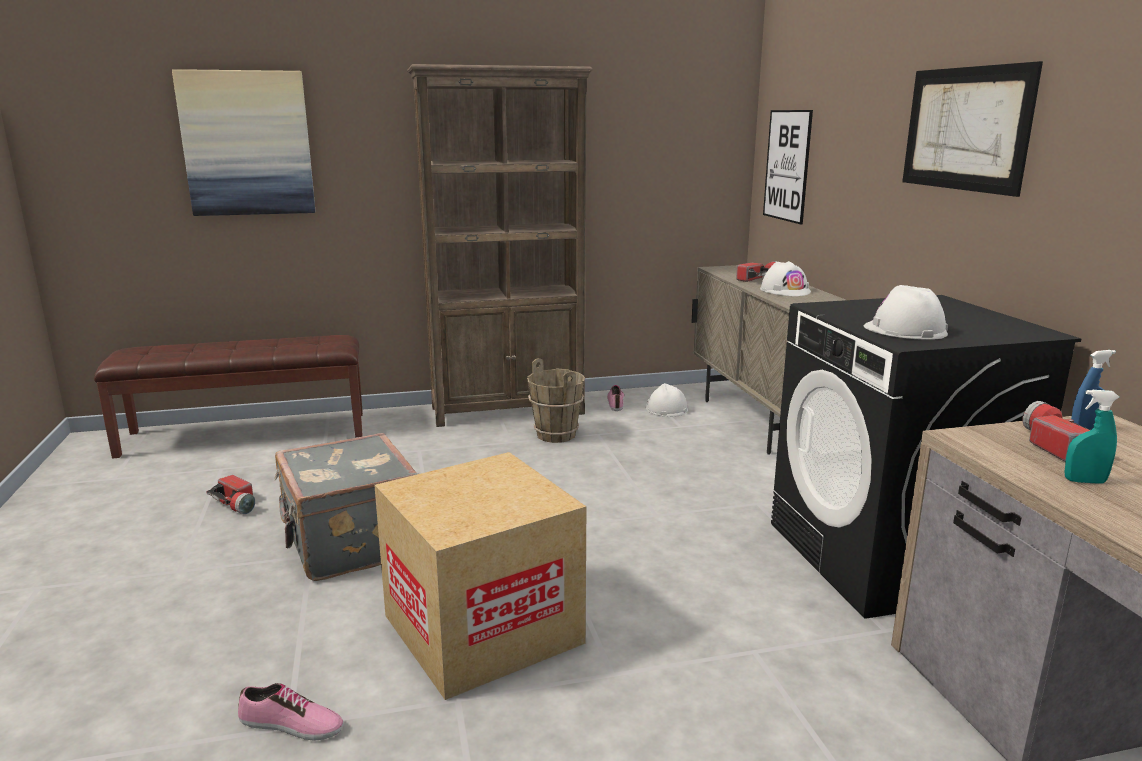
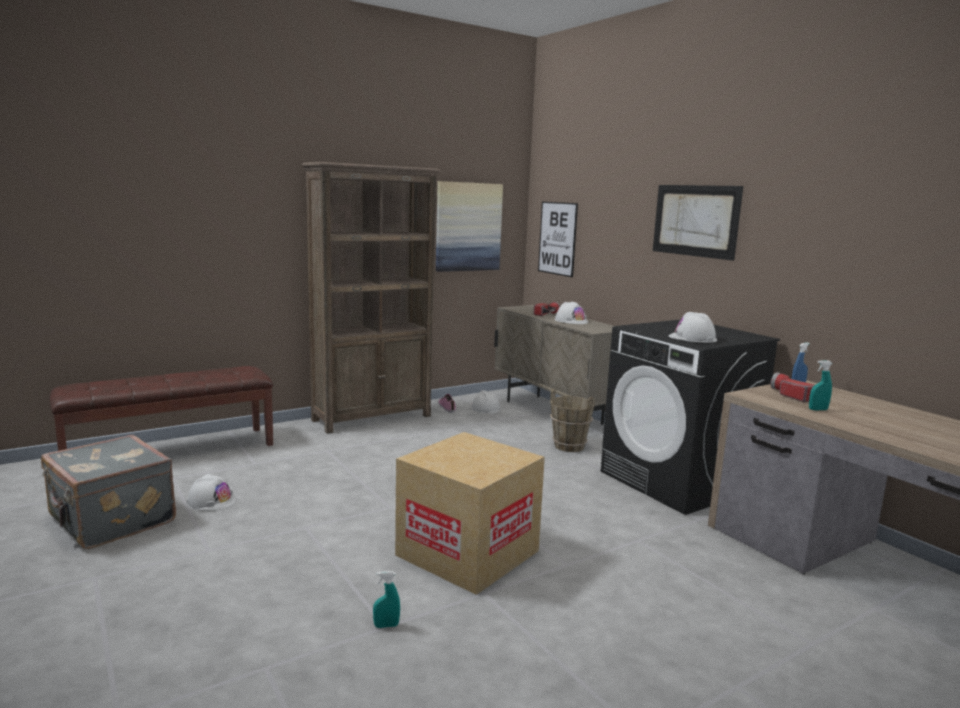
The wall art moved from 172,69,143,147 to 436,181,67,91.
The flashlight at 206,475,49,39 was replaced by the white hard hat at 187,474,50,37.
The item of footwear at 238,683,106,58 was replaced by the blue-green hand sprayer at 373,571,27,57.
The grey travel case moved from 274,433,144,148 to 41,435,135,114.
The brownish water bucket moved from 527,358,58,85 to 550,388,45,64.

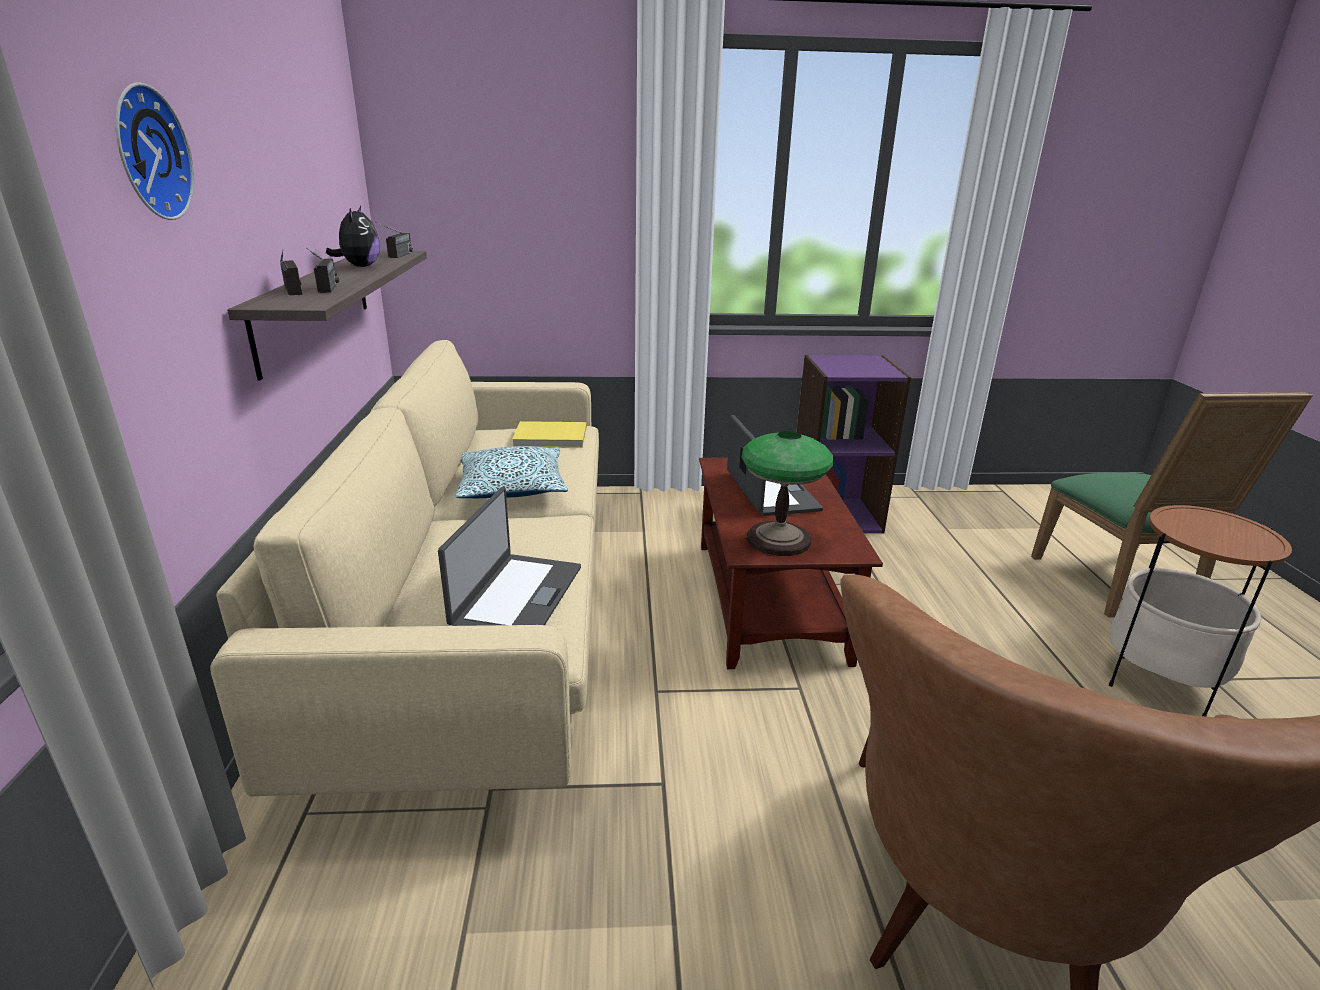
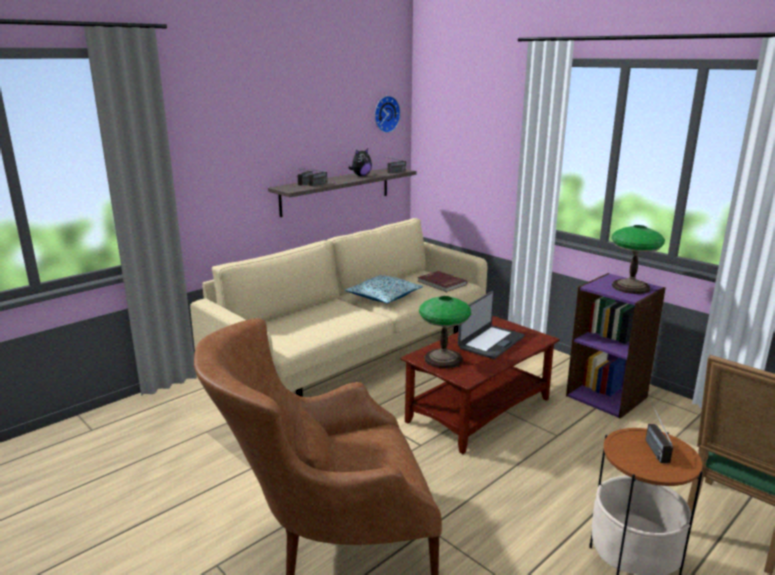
The clock on the wall moved from 115,82,79,138 to 375,96,26,37.
The laptop at 438,487,143,139 disappeared.
The yellow volume at 512,421,75,27 became the red volume at 418,271,49,21.
The lamp for a table at 612,225,53,69 appeared.
The radio receiver at 646,400,27,63 appeared.

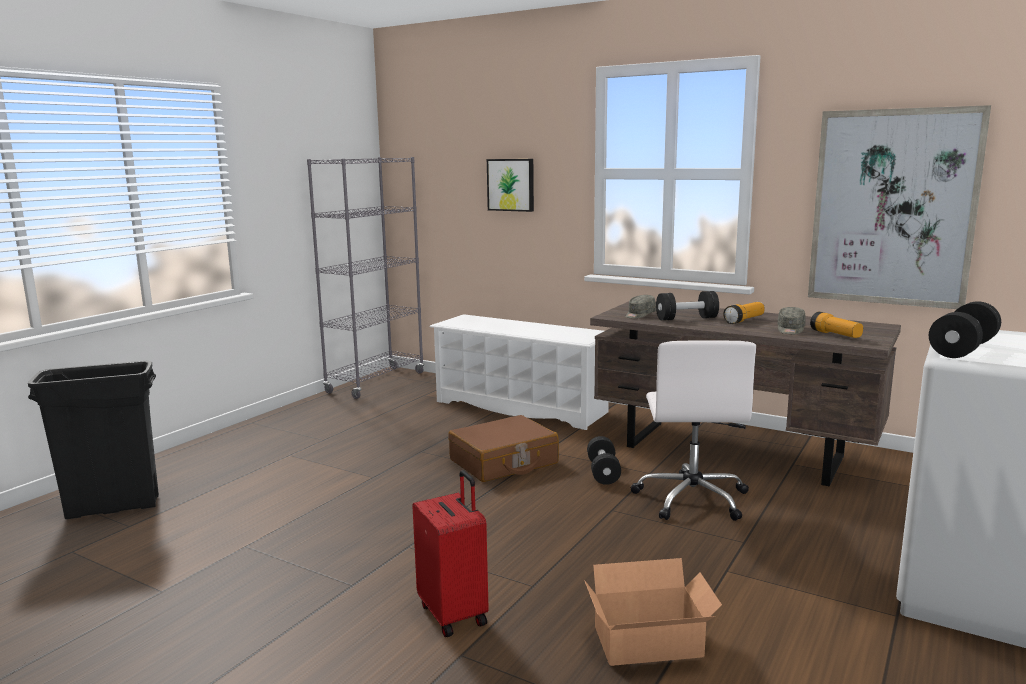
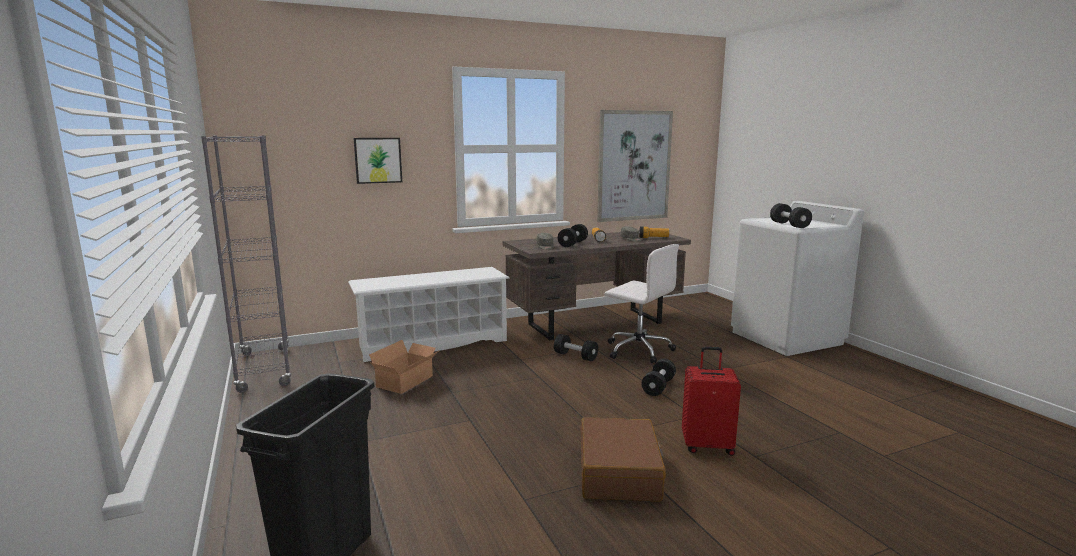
The brownish travel case moved from 448,415,111,67 to 580,417,86,85.
The carton moved from 584,558,138,108 to 369,340,71,54.
The blackish free weight at 641,359,35,37 appeared.

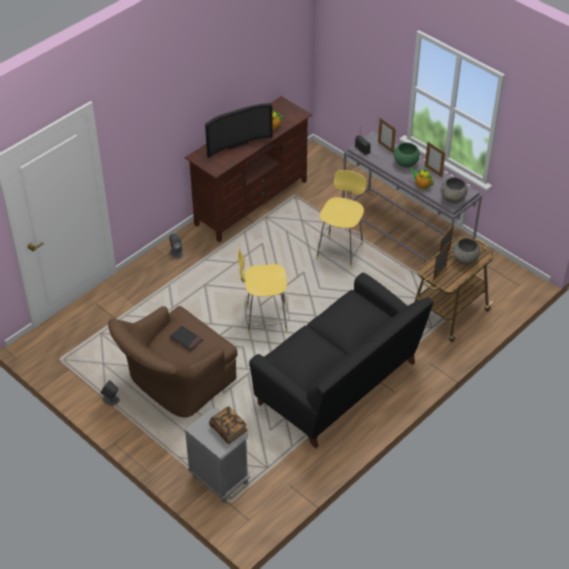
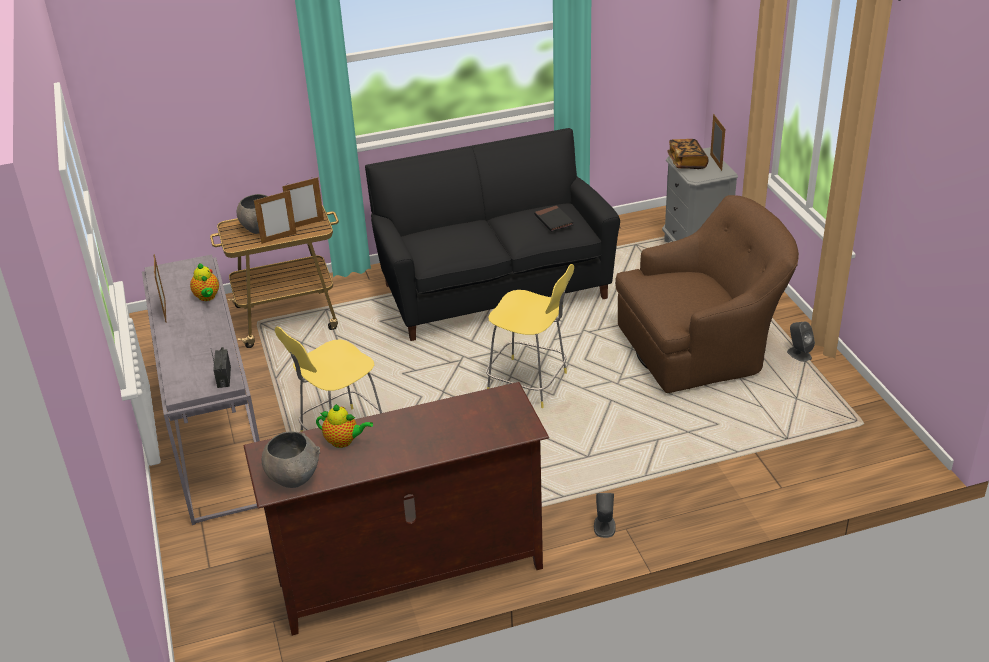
The blackish volume moved from 170,326,33,25 to 534,205,40,27.
The TV set at 205,103,68,55 disappeared.
The standing frame moved from 378,118,18,36 to 710,114,15,57.
The greenish bowl at 393,143,27,24 disappeared.
The grey bowl moved from 441,178,27,25 to 262,432,58,56.

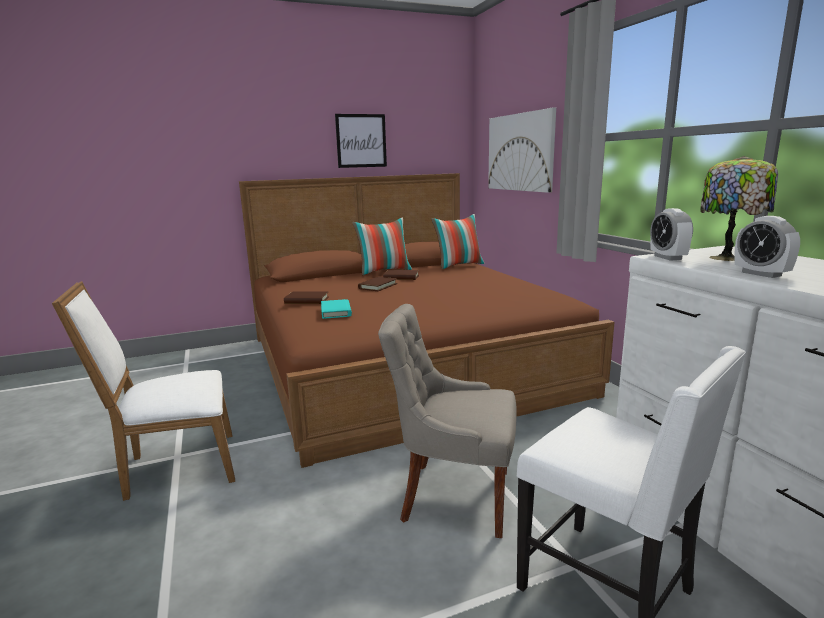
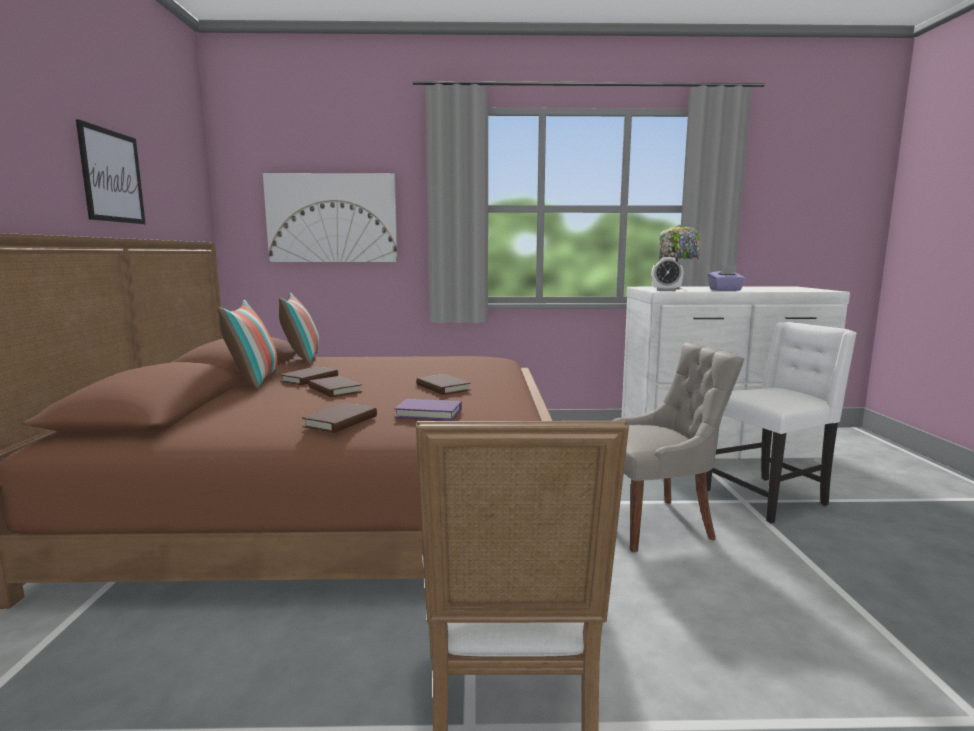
The blue-green volume at 321,299,31,20 became the purplish volume at 394,399,68,22.
The grey plain chair at 378,304,139,234 turned 135 degrees counterclockwise.
The table clock at 734,216,66,62 was replaced by the purplish tissue box at 708,266,38,25.
The brownish volume at 416,374,55,21 appeared.

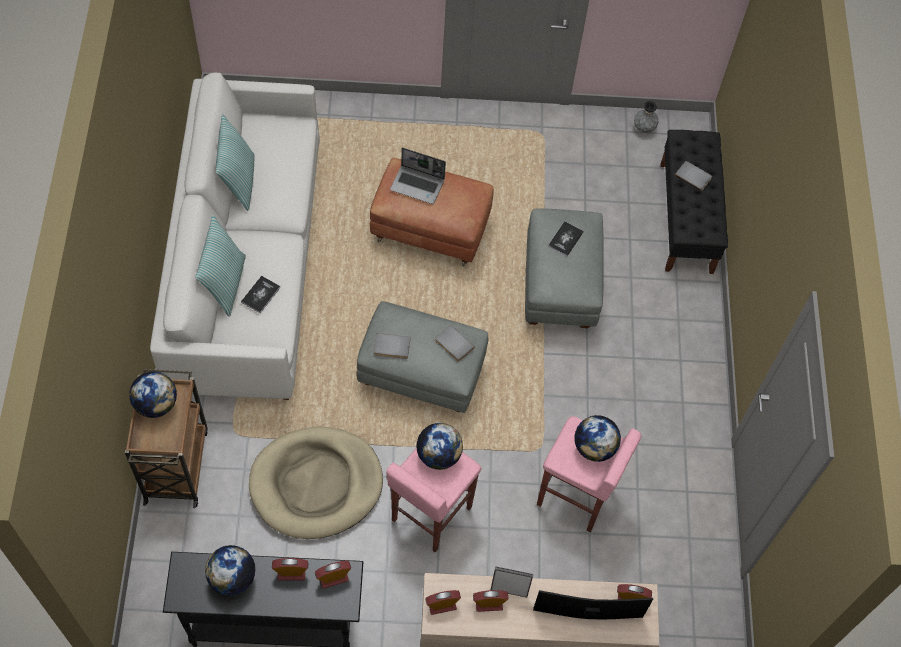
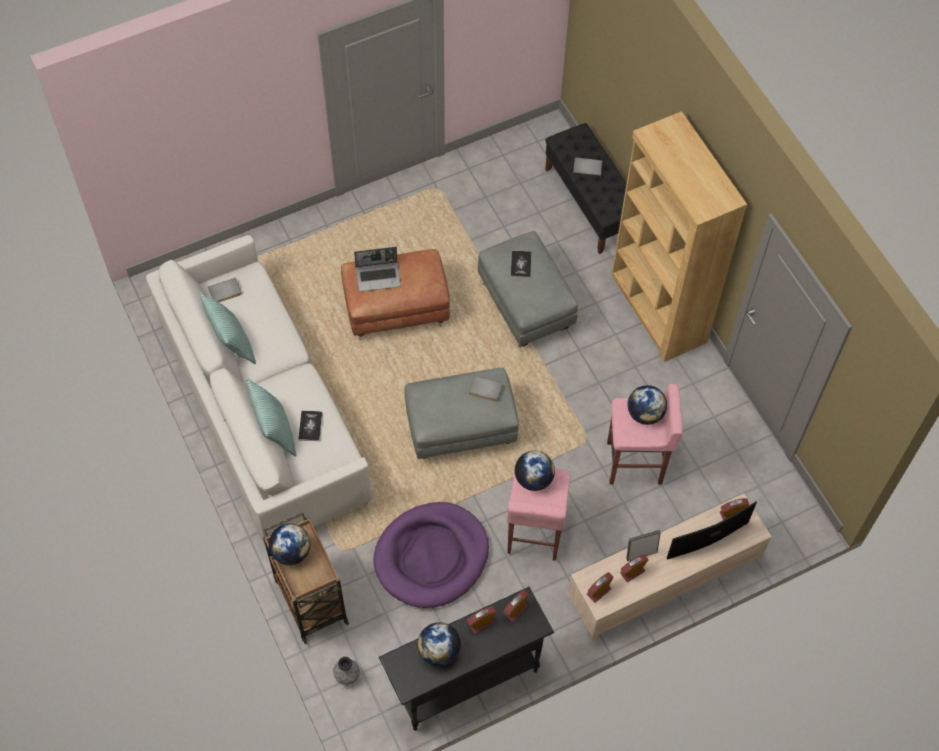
The beige-coloured pet bed at 249,427,134,112 became the purplish pet bed at 373,502,116,106.
The grey volume moved from 374,333,37,26 to 208,278,34,24.
The grey flower vase moved from 634,101,25,32 to 333,657,27,28.
The brownish bookshelf at 611,111,136,251 appeared.

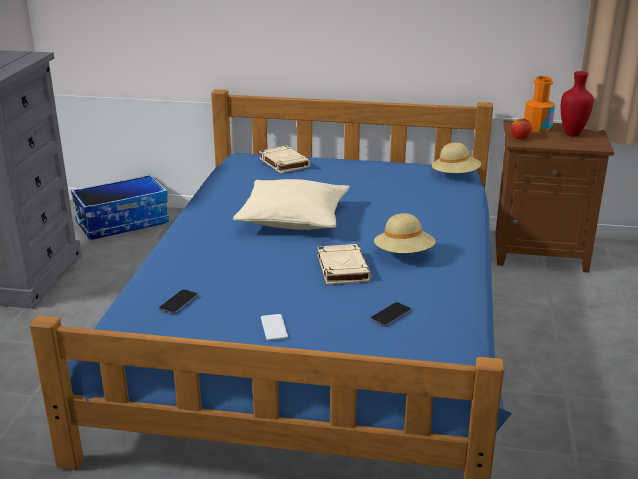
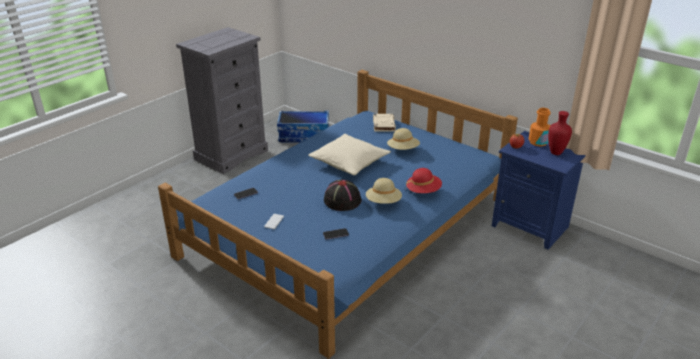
The beige-coloured volume at 318,244,53,41 was replaced by the blackish wearable hat at 324,179,38,32.
The beige-coloured wearable hat moved from 432,142,49,31 to 387,128,33,22.
The brownish bedside table at 495,120,119,153 became the blue-coloured bedside table at 492,131,93,119.
The red wearable hat at 406,168,36,25 appeared.

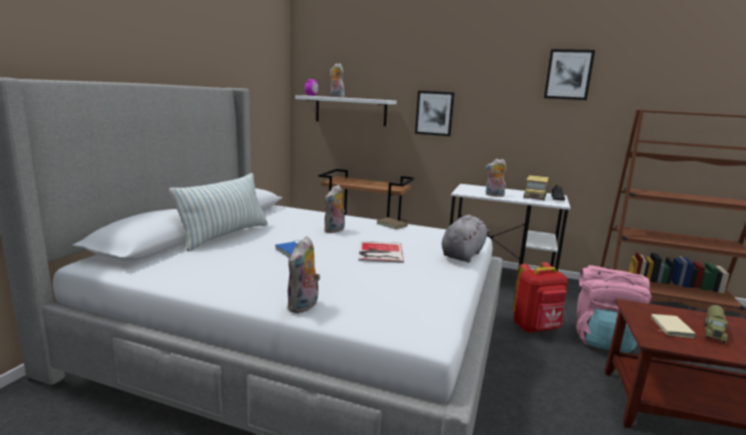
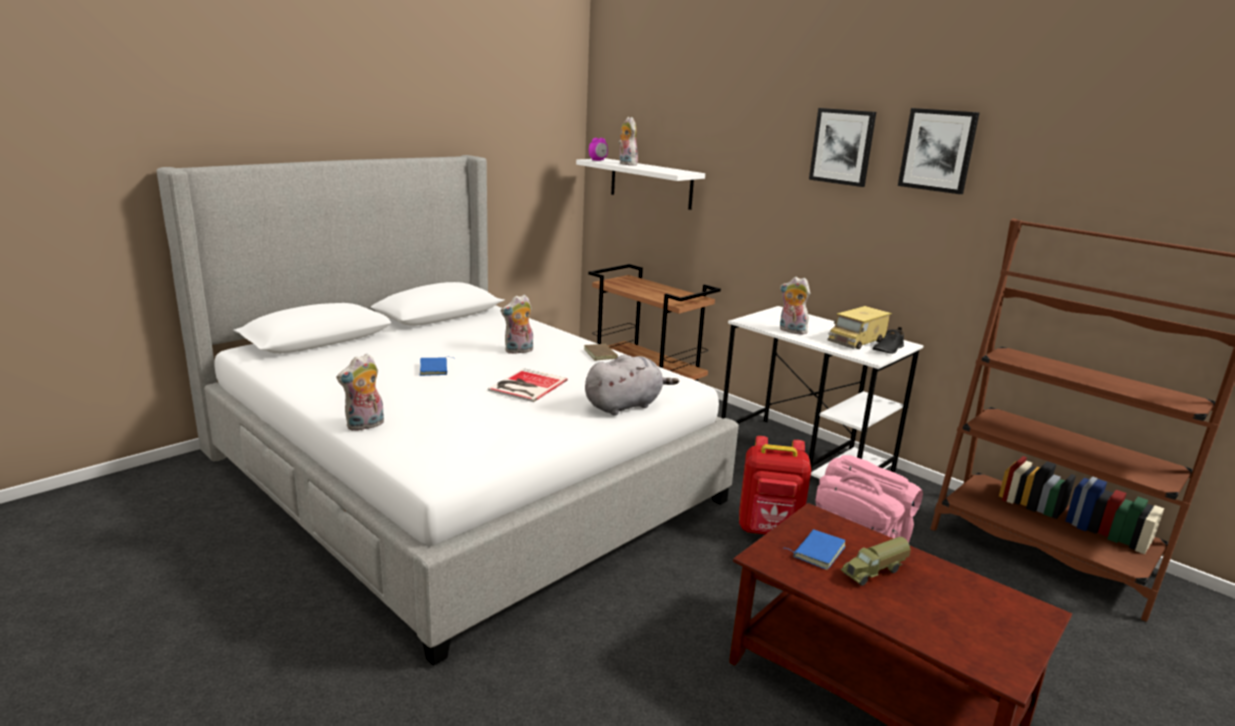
The cushion at 169,173,99,79 disappeared.
The wall art moved from 415,91,40,45 to 809,108,67,79.
The beige-coloured volume at 651,314,45,24 became the blue-coloured volume at 786,530,59,40.

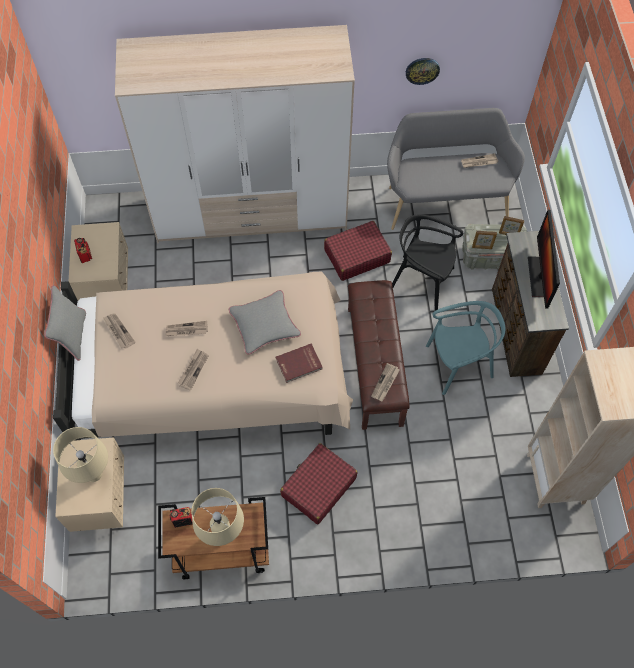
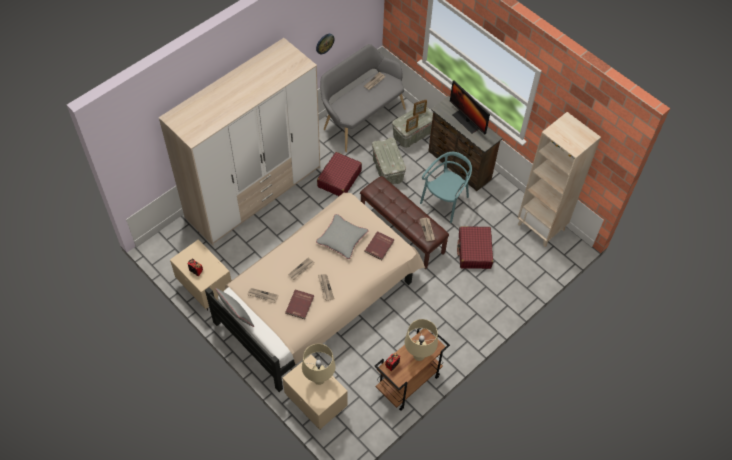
The red travel case moved from 280,443,77,82 to 457,226,36,43.
The blackish plain chair at 392,214,71,96 was replaced by the grey storage box at 372,138,34,46.
The red volume at 285,289,29,30 appeared.

